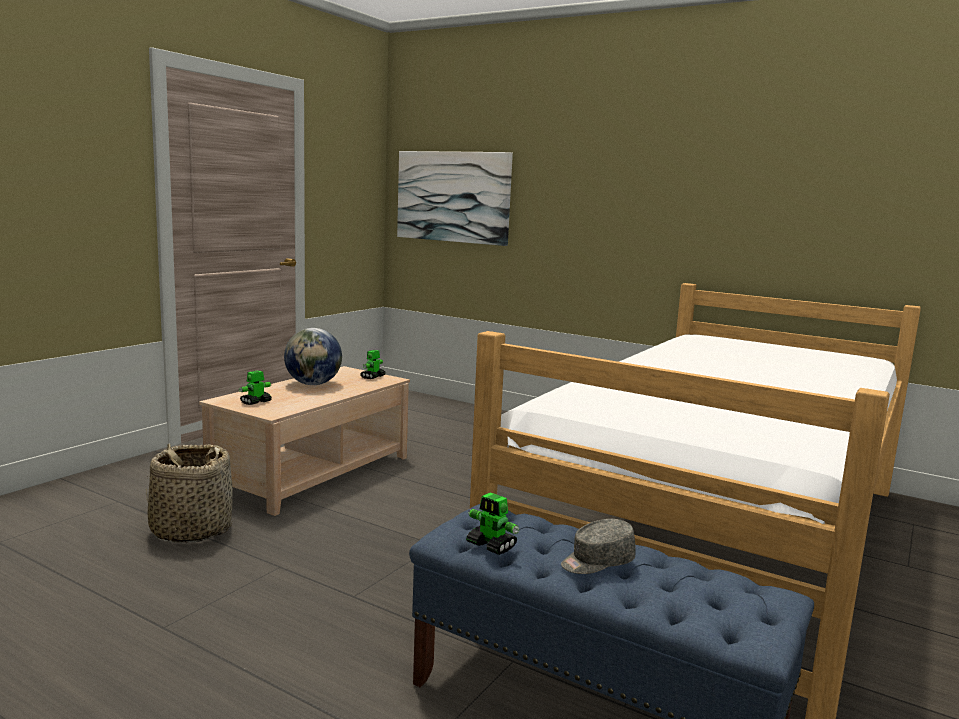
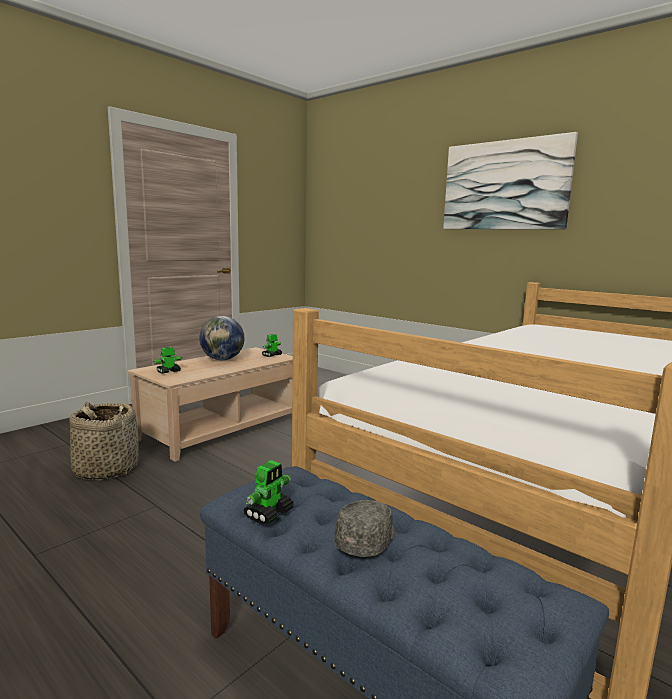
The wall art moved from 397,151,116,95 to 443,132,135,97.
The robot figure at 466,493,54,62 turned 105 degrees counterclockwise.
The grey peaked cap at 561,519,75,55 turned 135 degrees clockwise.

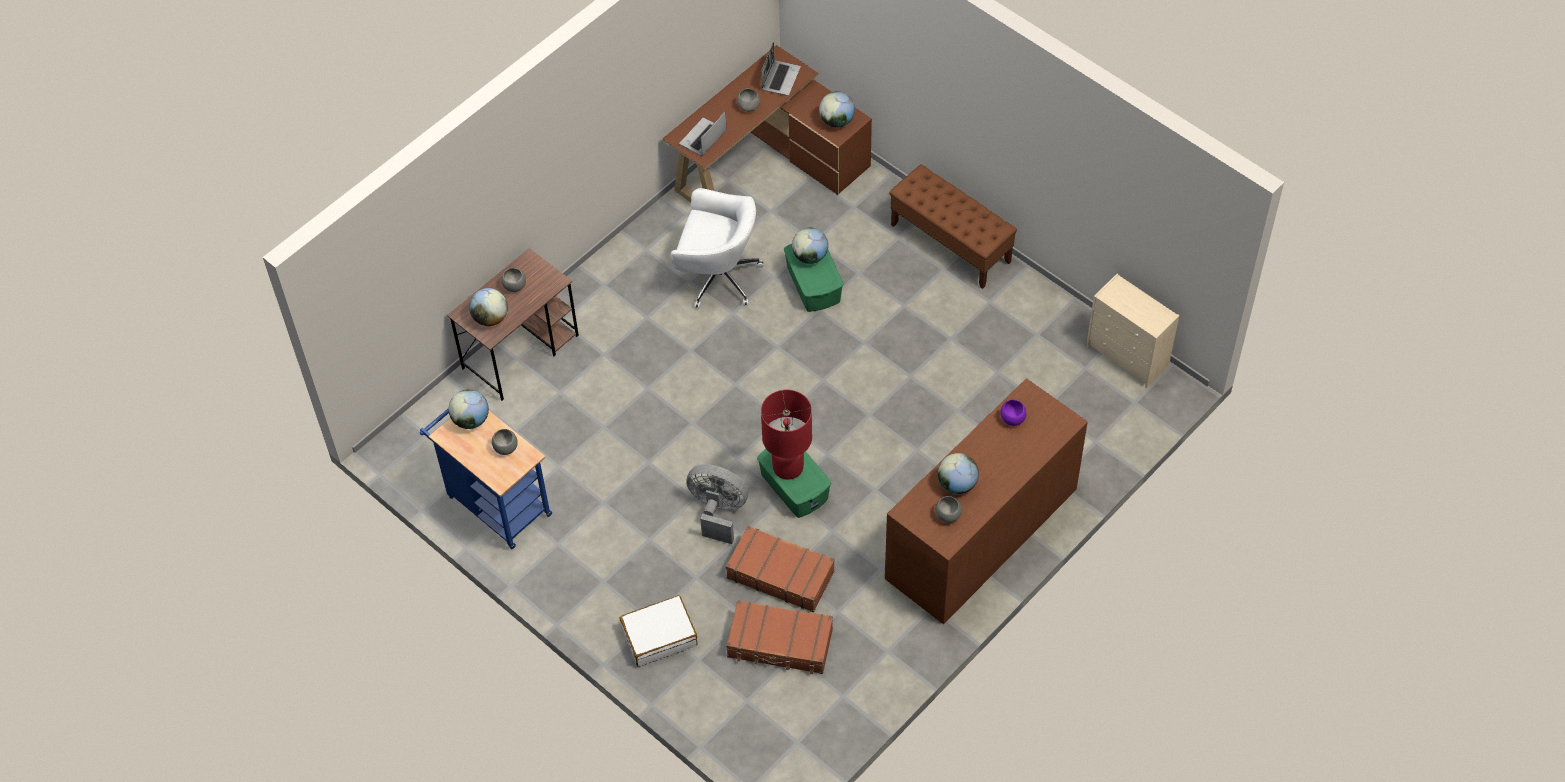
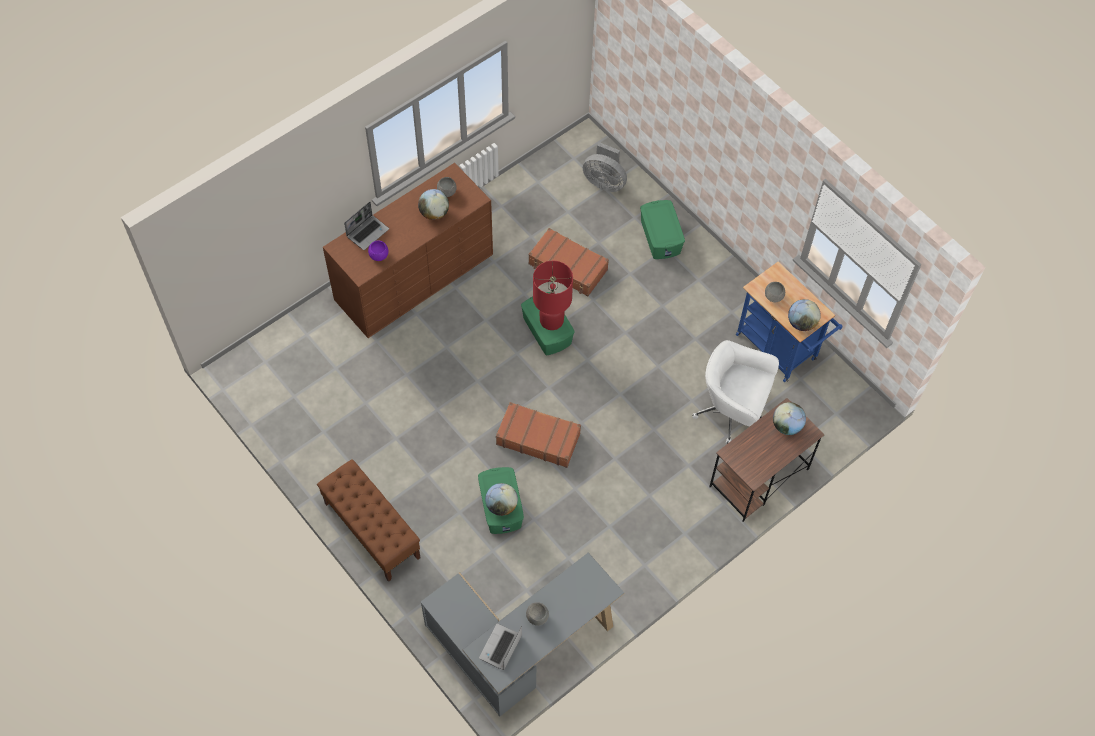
The grey bowl at 501,268,25,24 disappeared.
The white travel case at 620,595,77,72 was replaced by the greenish storage box at 640,200,45,59.
The brownish desk table at 663,45,209,157 became the grey desk table at 420,553,204,164.
The white computer chair moved from 671,188,93,121 to 693,340,86,104.
The laptop moved from 679,112,48,44 to 344,202,45,48.
The grey electric fan moved from 687,464,62,80 to 583,142,44,50.
The brownish travel case moved from 726,600,107,74 to 496,402,85,66.
The globe at 819,91,36,37 disappeared.
The beige-coloured drawer chest at 1086,274,93,114 disappeared.

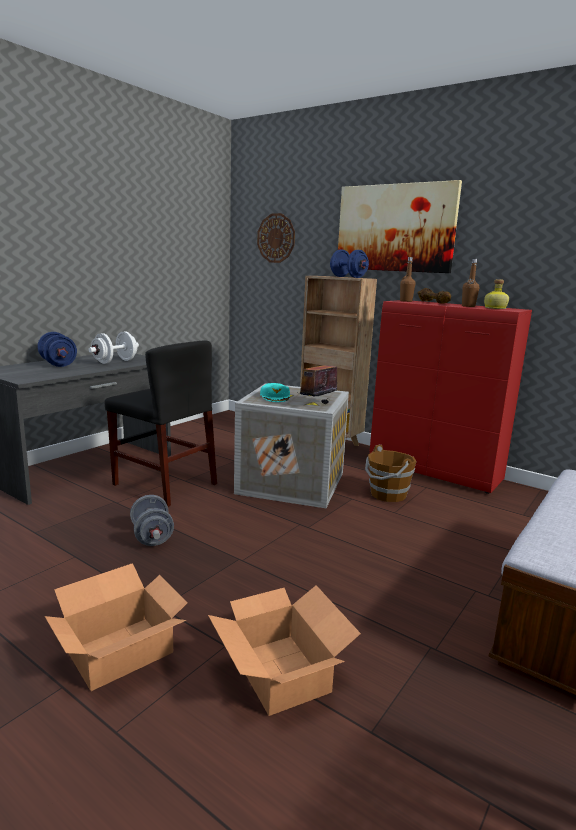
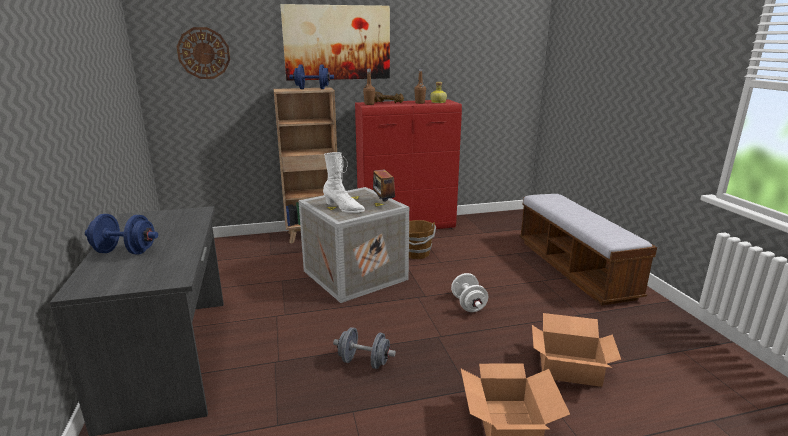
The white free weight moved from 89,332,50,32 to 451,273,37,39.
The blackish plain chair at 105,340,112,167 disappeared.
The blue-green peaked cap at 260,383,30,19 was replaced by the white tall boot at 323,152,42,61.

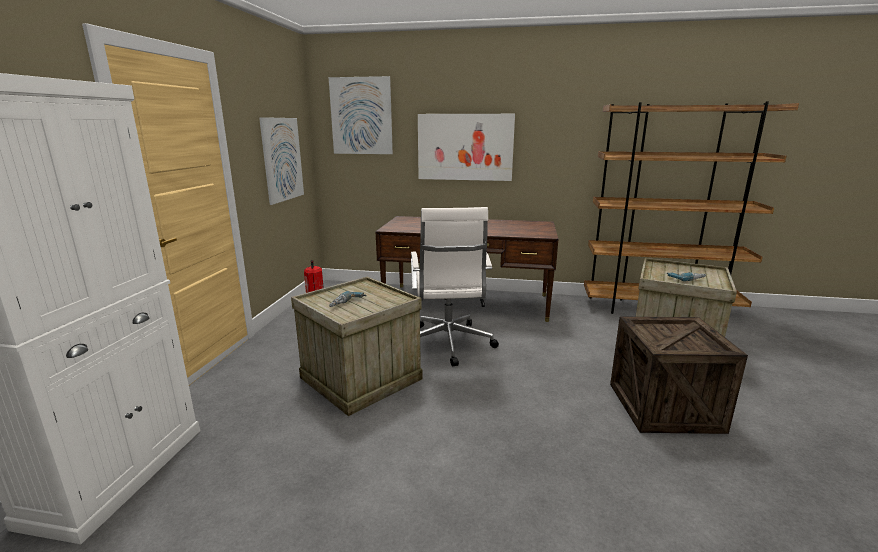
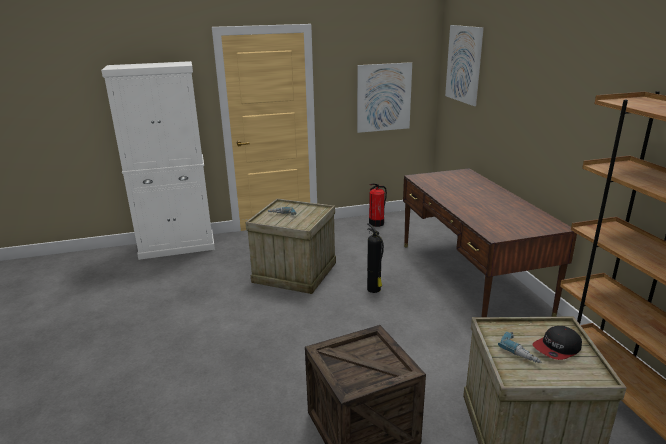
The white computer chair at 411,207,88,159 was replaced by the fire extinguisher at 367,223,17,70.
The wall art at 418,114,97,67 disappeared.
The peaked cap at 533,326,49,34 appeared.

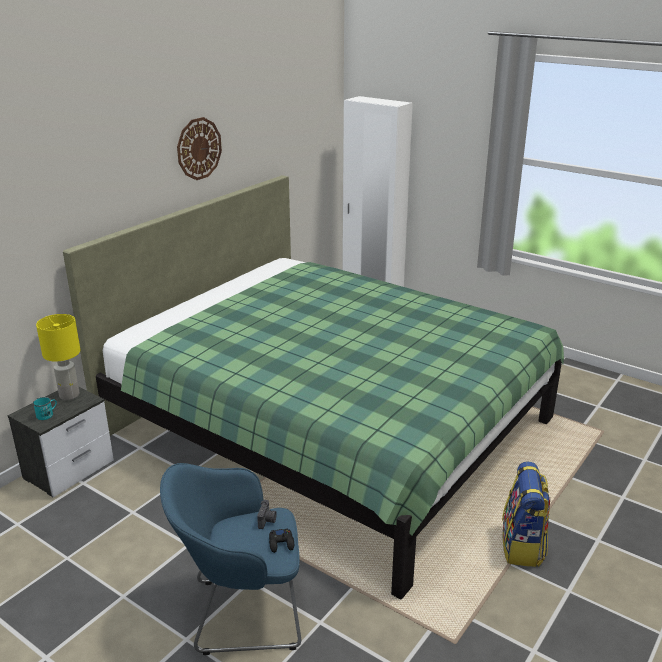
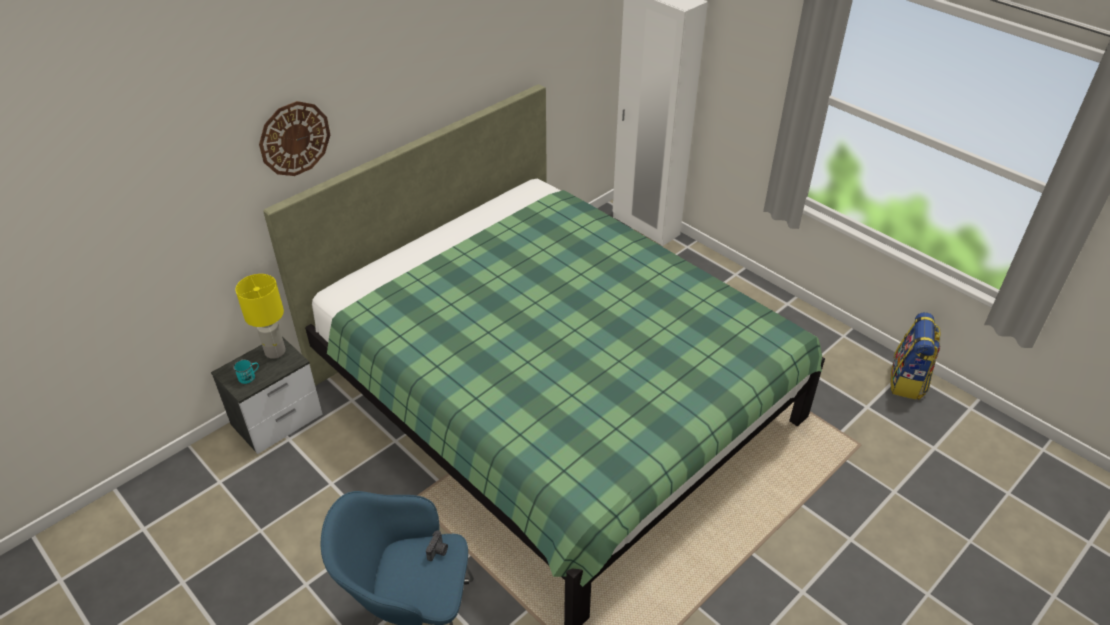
The clock on the wall moved from 177,117,45,63 to 259,101,71,75.
The blackish gamepad at 269,528,25,25 disappeared.
The knapsack moved from 502,461,48,106 to 890,312,50,88.

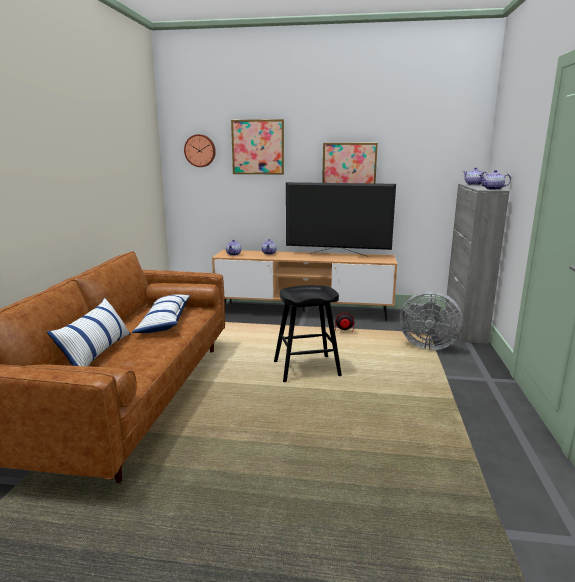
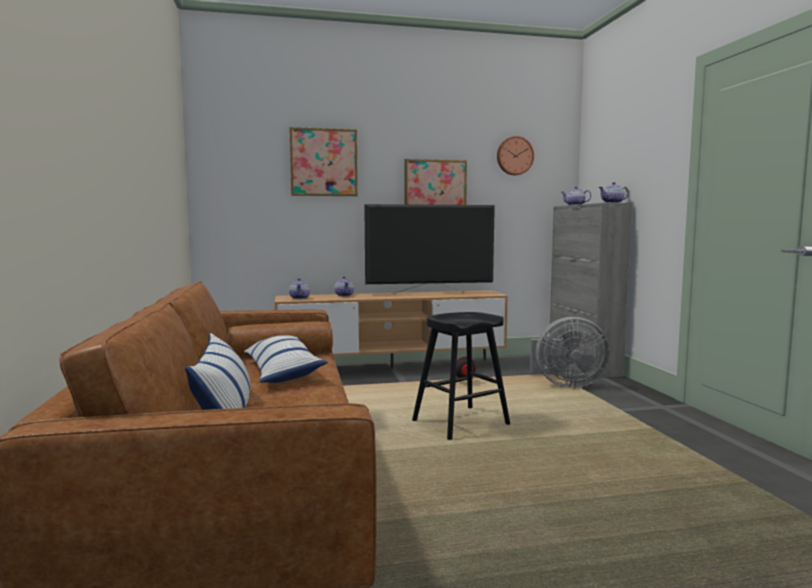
The clock on the wall moved from 184,134,32,33 to 497,136,37,39.

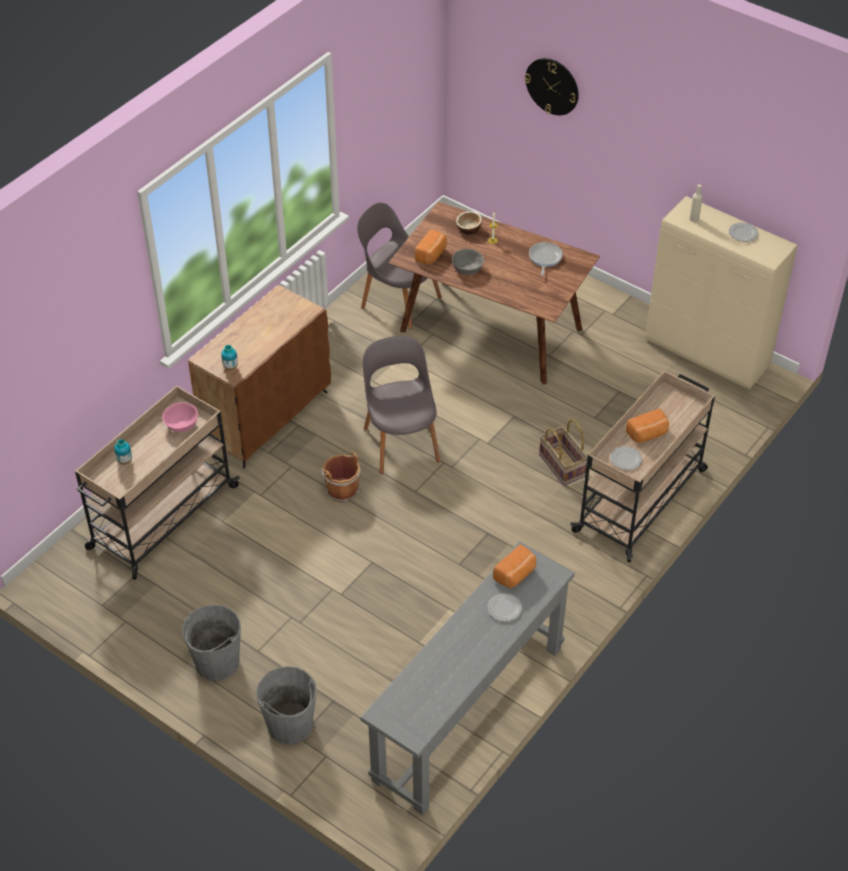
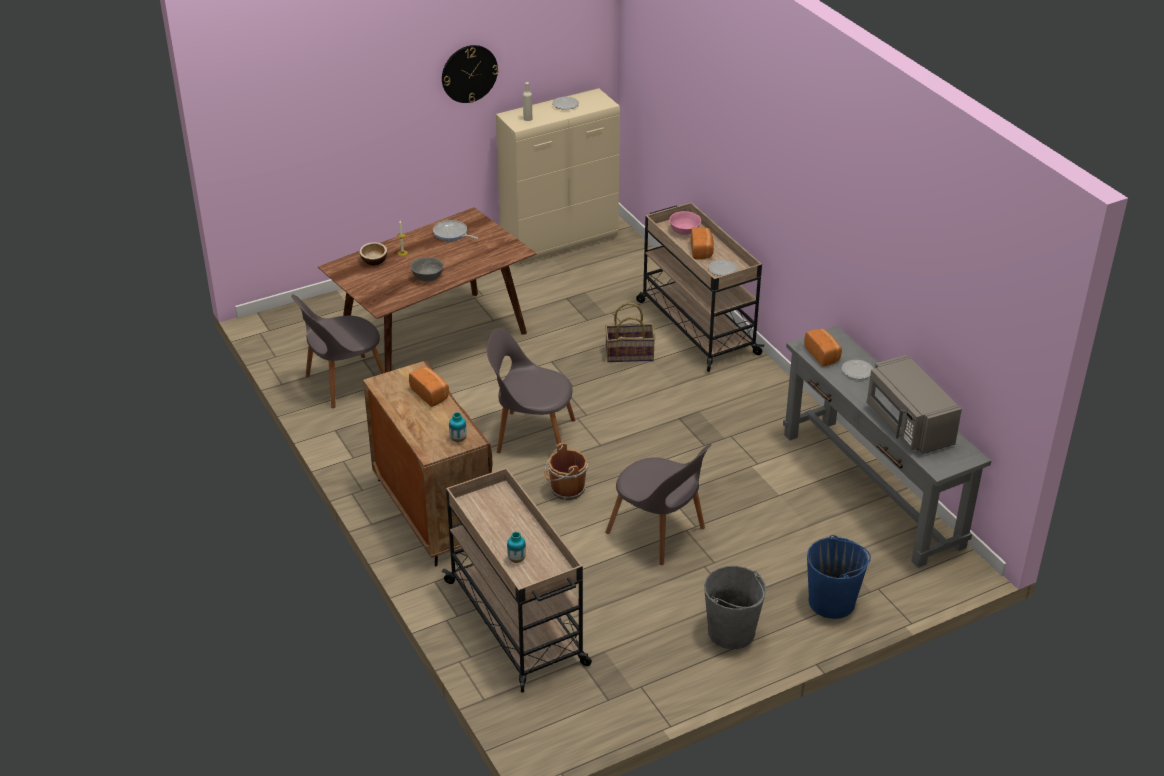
The pink-coloured bowl moved from 162,402,36,30 to 669,211,32,24.
The grey water bucket at 256,666,61,79 became the blue-coloured water bucket at 807,535,64,84.
The baked bread moved from 415,230,32,34 to 409,367,40,40.
The clock on the wall moved from 525,58,54,57 to 442,45,56,58.
The grey plain chair at 606,443,106,122 appeared.
The grey microwave oven at 867,355,95,99 appeared.

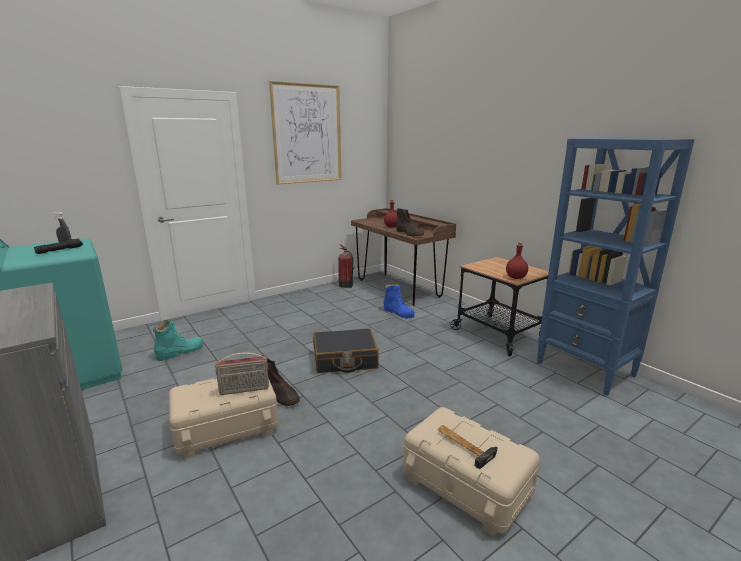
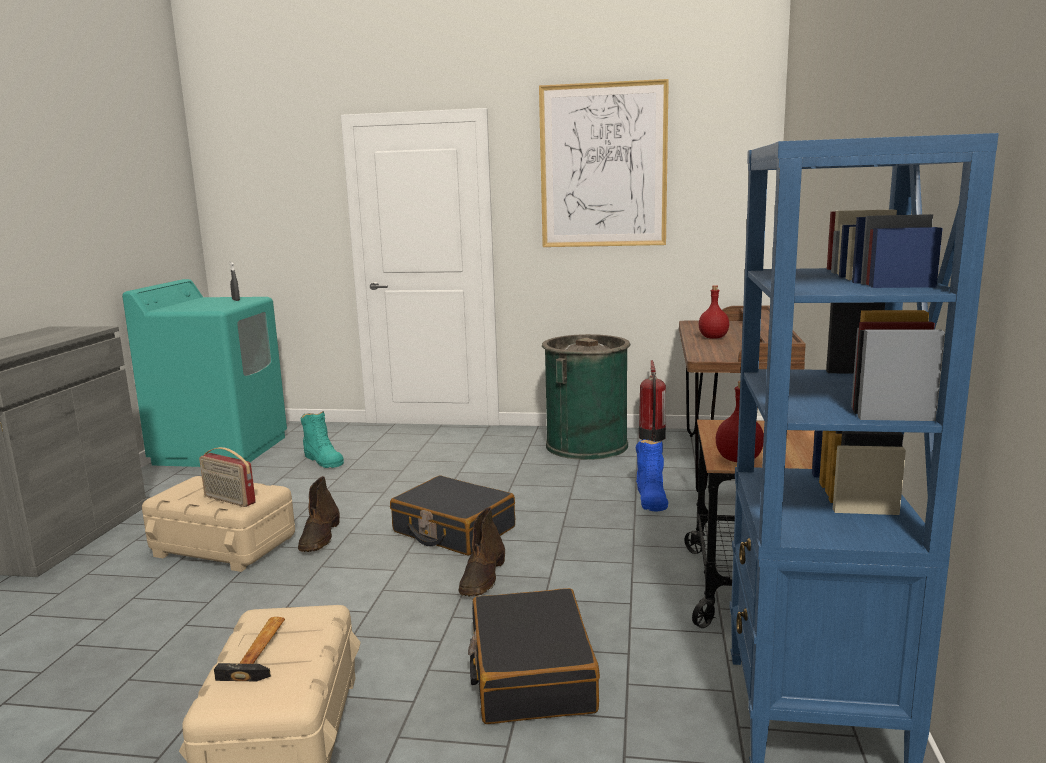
The blackish flashlight at 34,238,49,16 disappeared.
The blue-green tall boot at 153,320,50,41 turned 45 degrees clockwise.
The brownish tall boot moved from 396,208,28,28 to 459,507,46,90.
The blackish travel case at 468,588,132,136 appeared.
The greenish waste bin at 542,334,88,126 appeared.

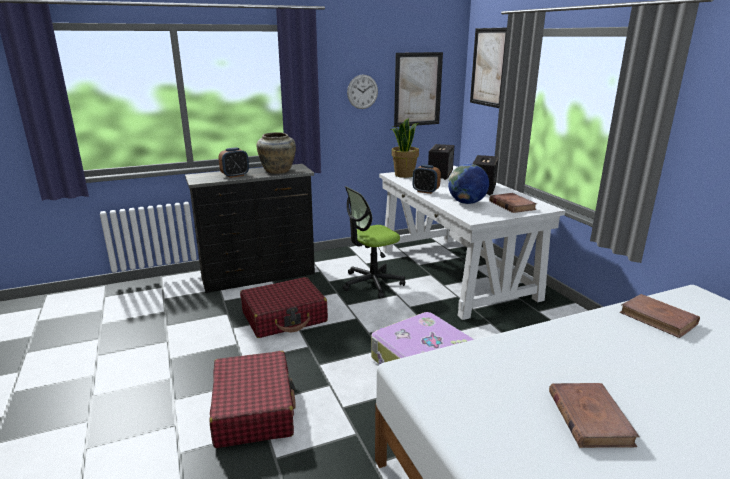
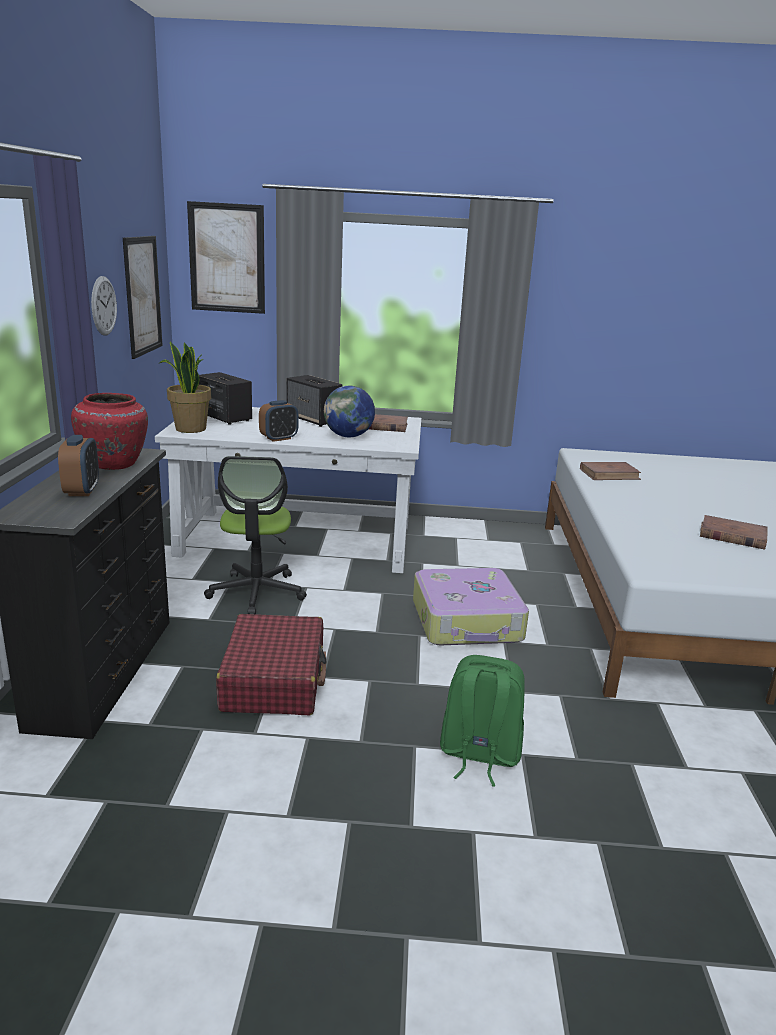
The red travel case at 210,351,86,97 was replaced by the greenish knapsack at 440,655,85,131.
The beige-coloured flower vase at 257,132,39,42 became the red flower vase at 71,393,77,77.

